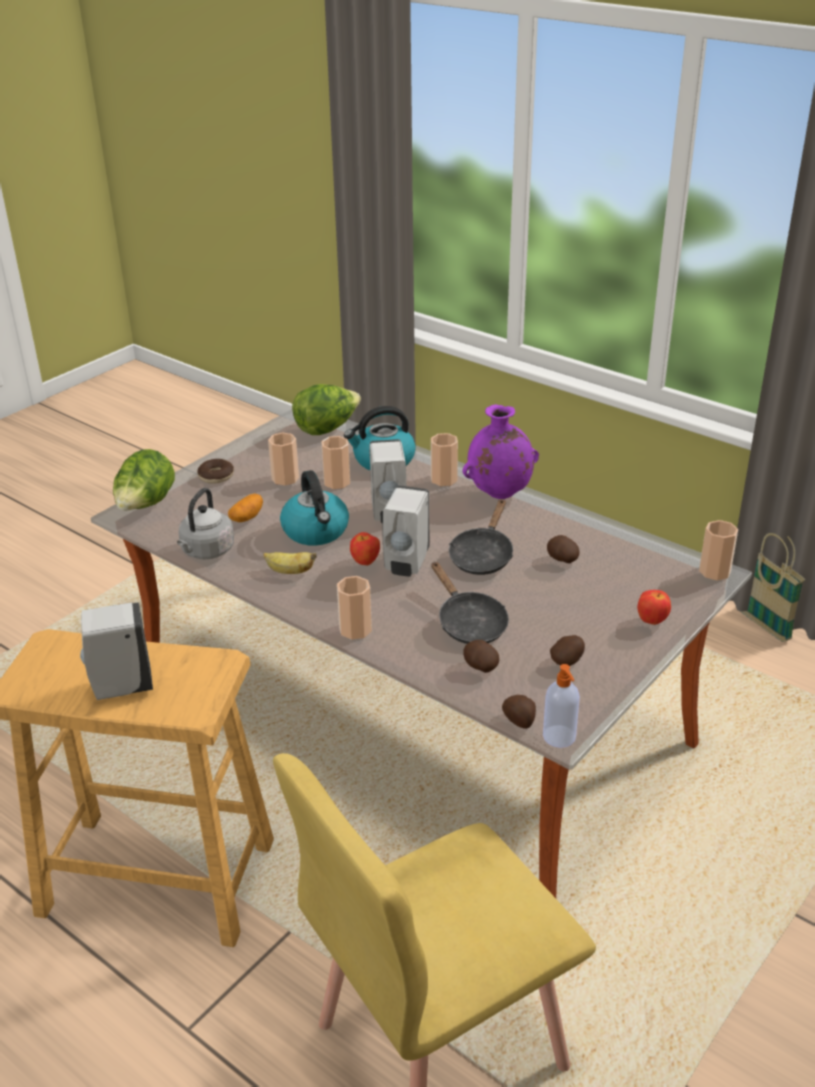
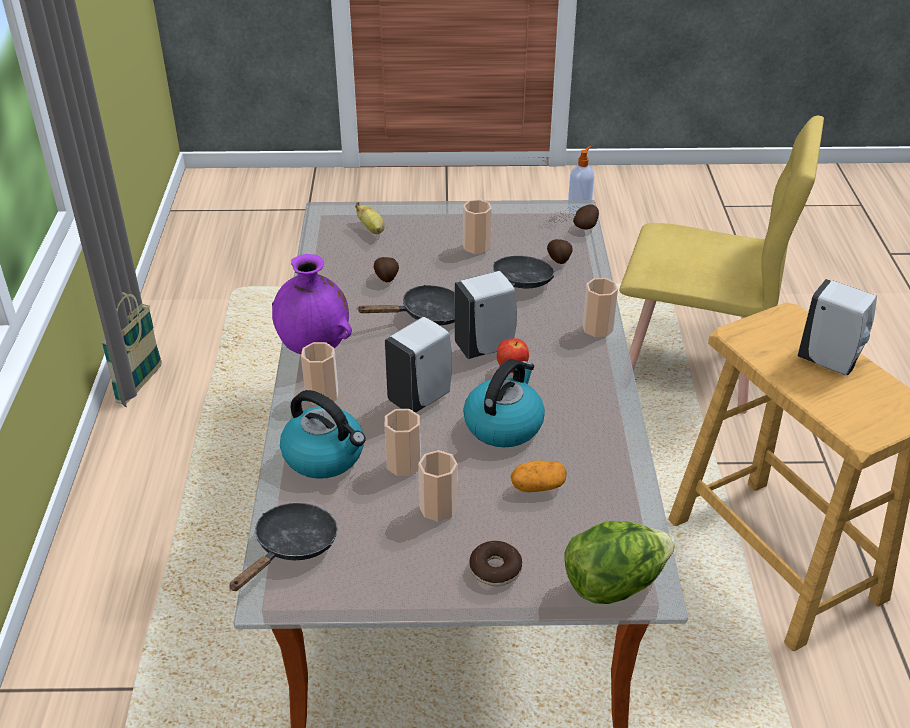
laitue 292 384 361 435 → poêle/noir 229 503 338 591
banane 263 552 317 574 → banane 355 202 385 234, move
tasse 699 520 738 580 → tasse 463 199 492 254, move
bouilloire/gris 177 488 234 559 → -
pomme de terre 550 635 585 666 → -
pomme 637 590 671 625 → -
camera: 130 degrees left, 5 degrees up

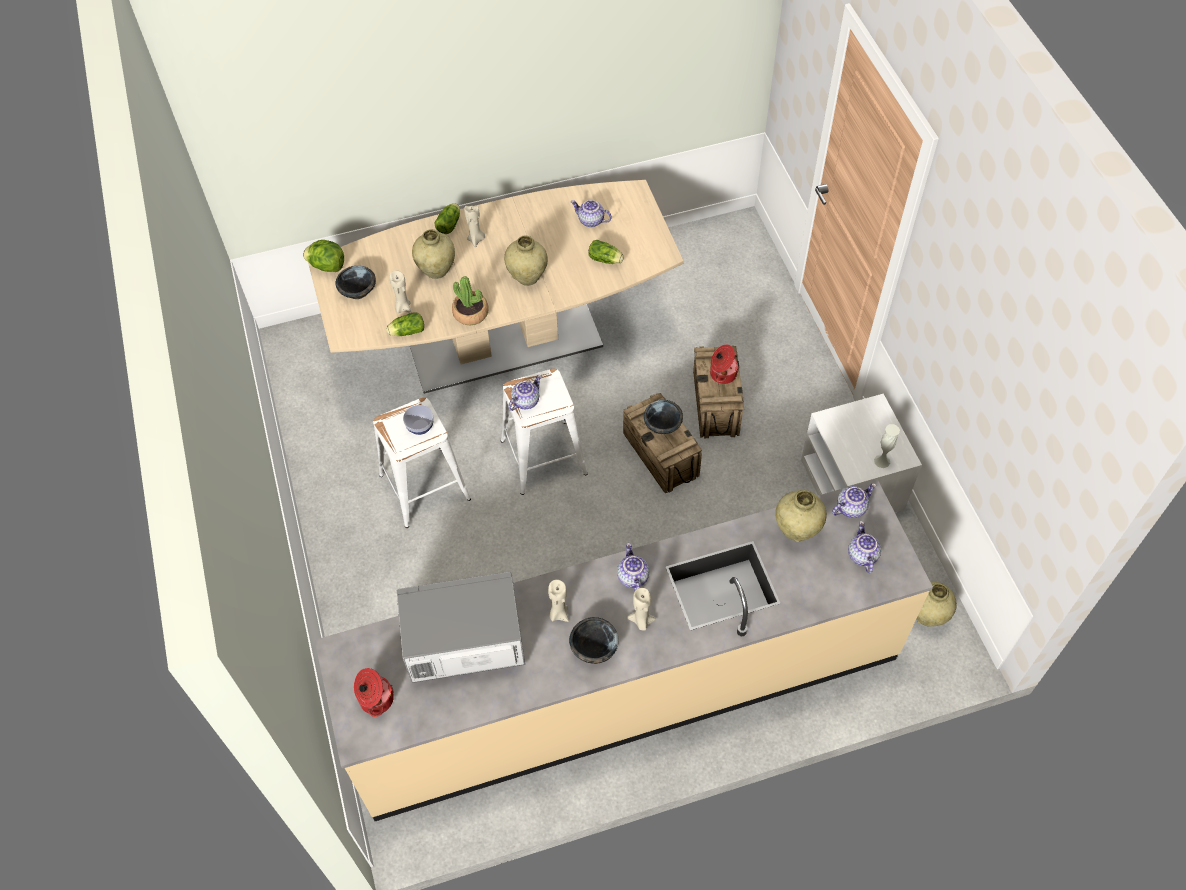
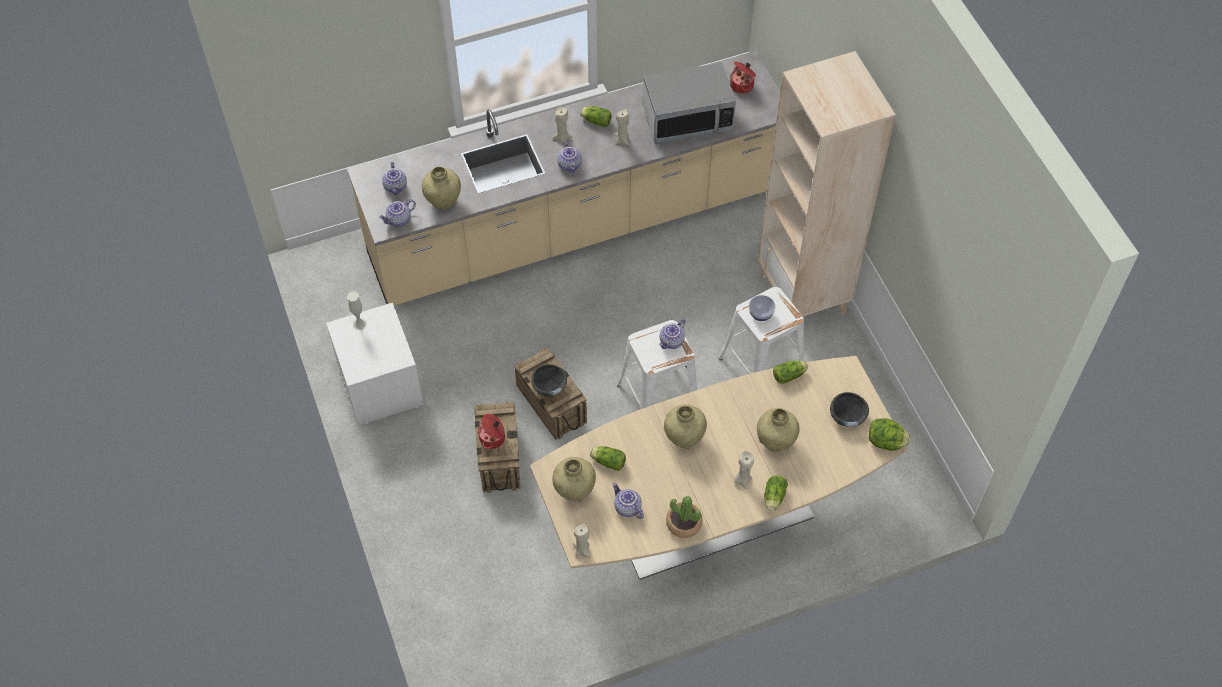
vase/beige 917 581 957 627 → vase/beige 552 457 596 502, move
bougie/beige 390 271 412 313 → bougie/beige 573 524 591 558, move
bol/noir 569 617 619 664 → laitue 580 106 611 127
théière 571 200 612 227 → théière 612 483 644 519, 150 degrees counterclockwise
plante en pot 452 276 489 325 → plante en pot 666 496 703 538, move
- → bibliothèque/beige 758 51 896 316
camera: 175 degrees right, 0 degrees up

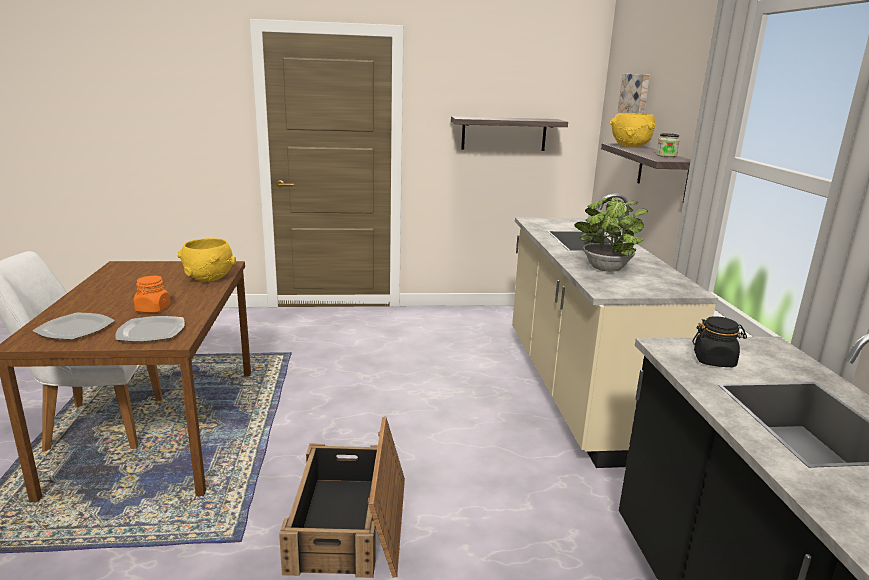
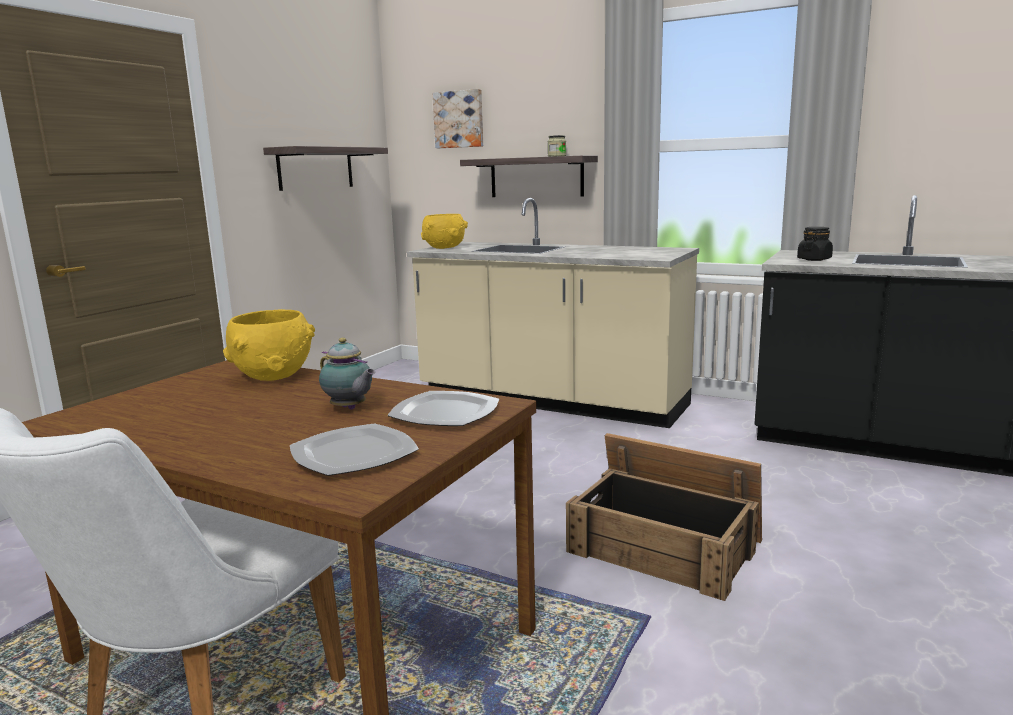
bocal/orange 133 276 171 313 → théière 319 338 375 410
bol/jaune 610 113 655 147 → bol/jaune 421 214 468 249, move
plante en pot 574 197 648 272 → -
camera: 55 degrees left, 5 degrees down

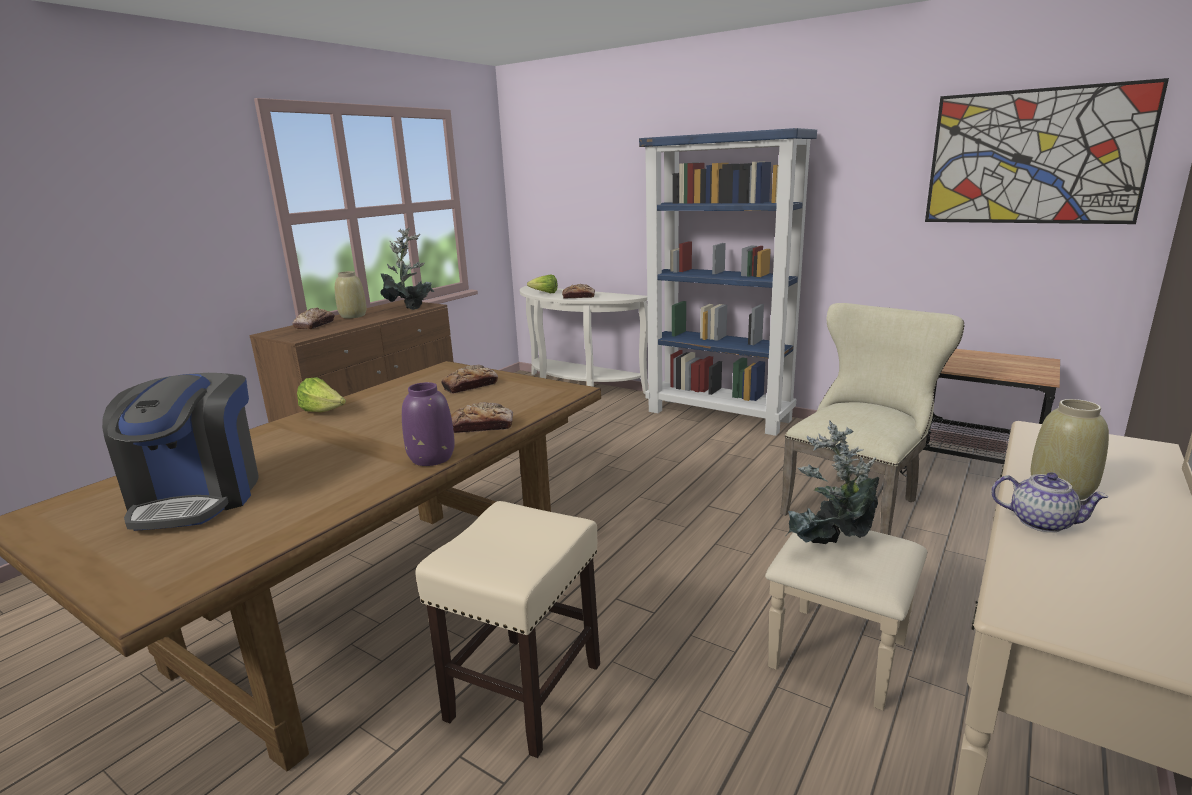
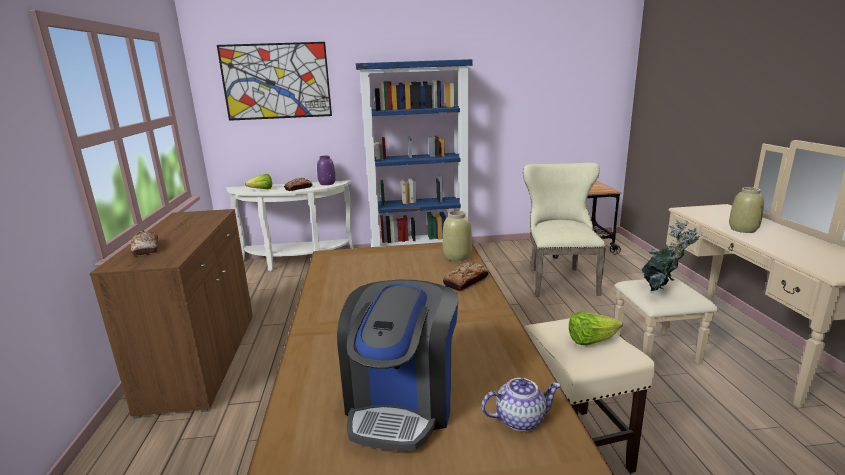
tableau 925 78 1169 224 → tableau 217 42 332 121, move
vase/violet 402 382 455 466 → vase/violet 317 156 336 185, move
machine à café 102 373 259 531 → machine à café 337 280 459 451, 60 degrees clockwise
vase/beige 335 271 367 319 → vase/beige 442 211 472 261, move
théière 991 472 1108 533 → théière 482 378 561 431, move
laitue 297 377 346 412 → laitue 569 311 623 346, move
plante en pot 380 227 434 310 → -
pain 441 365 498 394 → -
camera: 40 degrees left, 0 degrees up

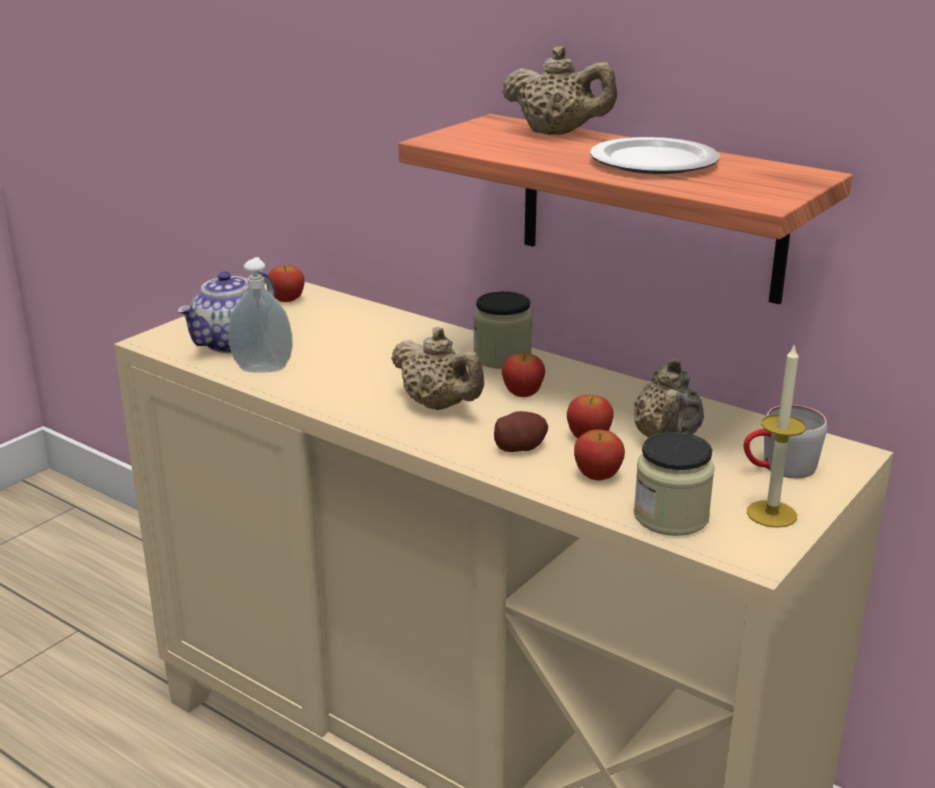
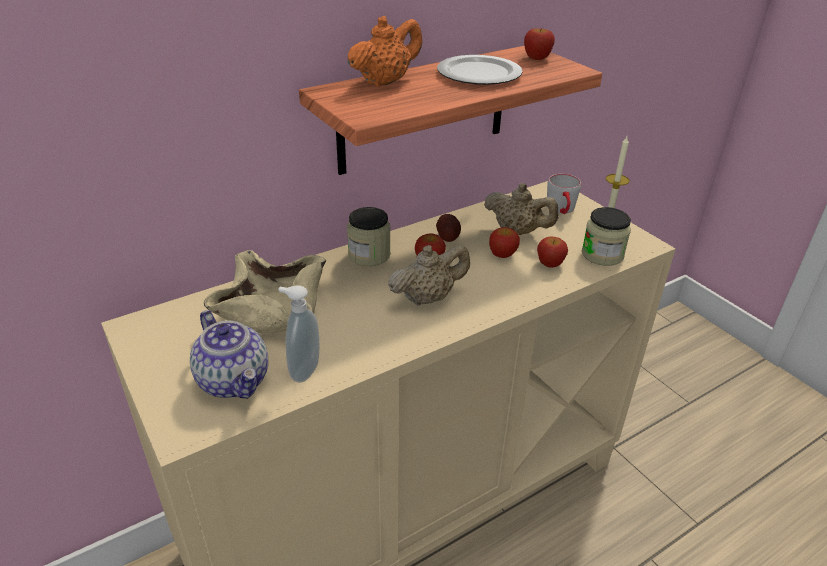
- → bol/beige 204 250 326 333
théière/beige 502 46 617 135 → théière/orange 348 16 422 87
pomme de terre 494 411 548 452 → pomme de terre 436 214 461 242, move
pomme 268 265 305 302 → pomme 524 28 555 60, move
camera: 70 degrees left, 10 degrees up

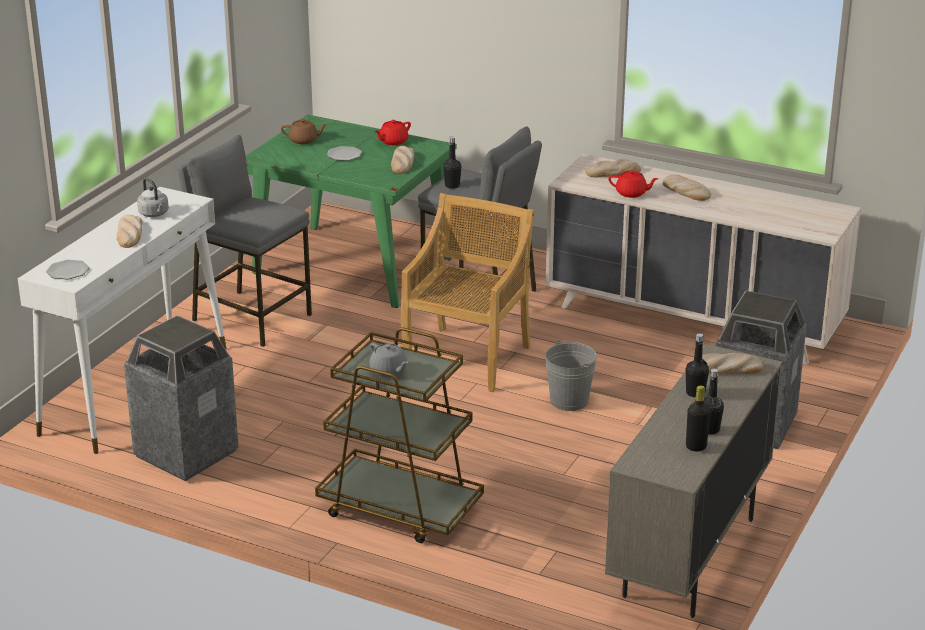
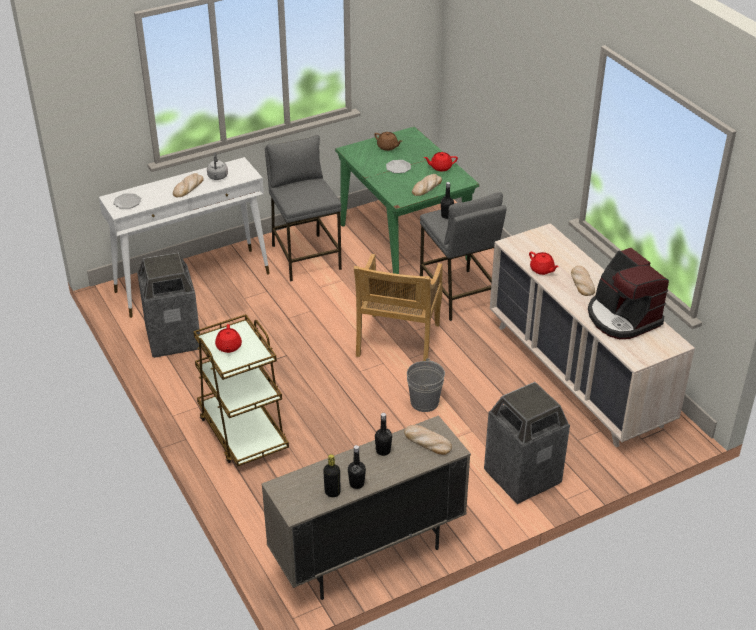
théière/gris 369 343 409 377 → théière/rouge 215 324 242 353
chaise/beige 401 193 535 392 → chaise/beige 354 254 443 361, 135 degrees clockwise
- → machine à café 588 248 669 339
pain 585 159 641 178 → -
camera: 35 degrees right, 10 degrees up

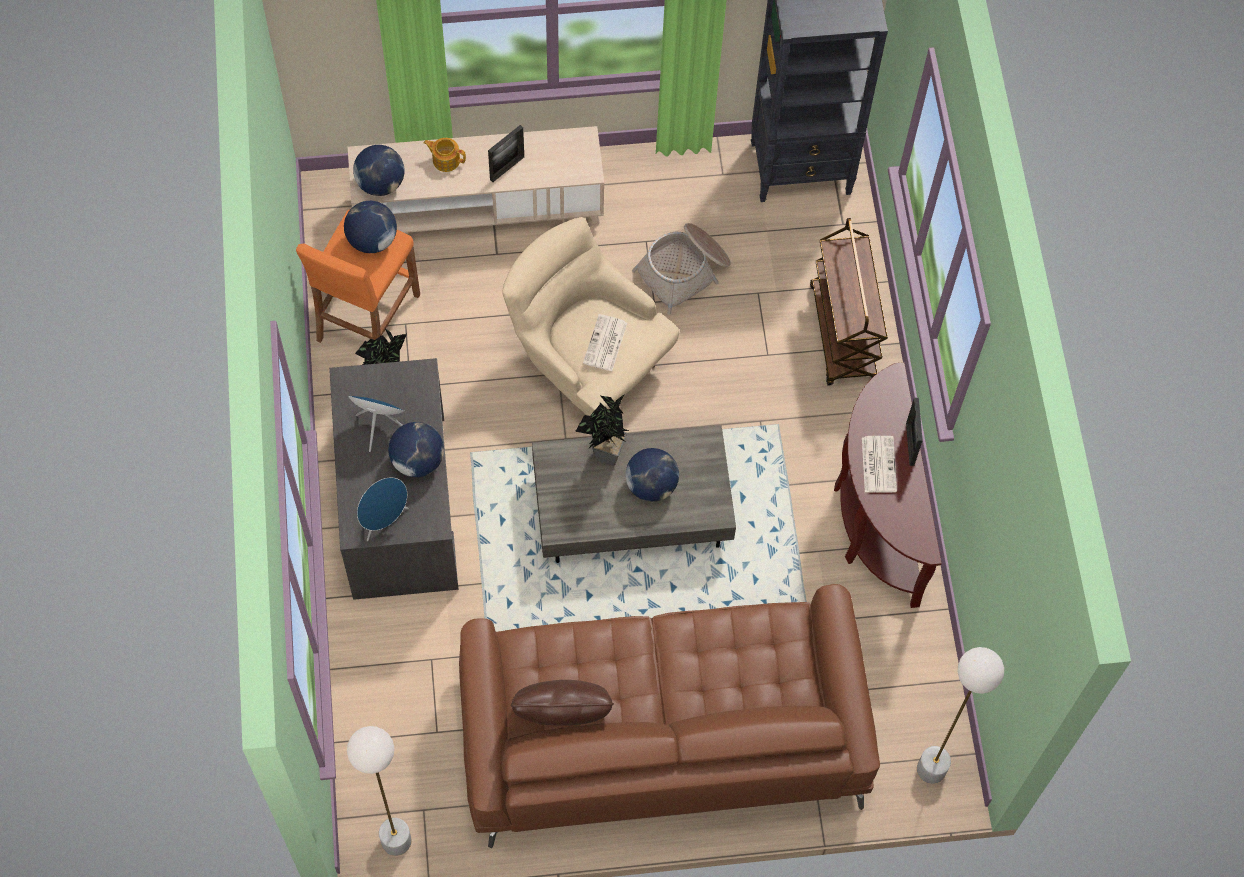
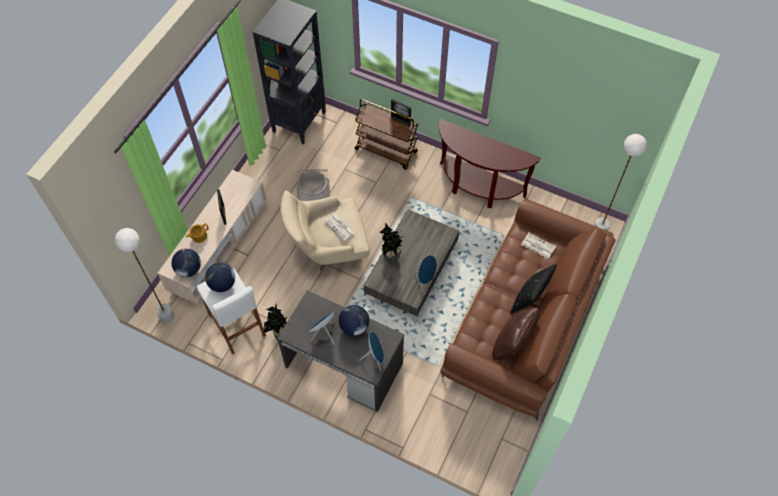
lampadaire/blanc 347 726 412 856 → lampadaire/blanc 115 228 175 324, move
tabouret/orange 296 210 420 343 → tabouret/blanc 197 268 266 355
cadre photo 906 398 923 466 → cadre photo 391 99 411 127, move
- → enceinte/bleu 413 255 437 292
- → coussin/noir 510 264 557 314
journal 862 436 897 492 → journal 521 233 556 259, move
globe 625 448 679 502 → -
camera: 55 degrees left, 5 degrees down

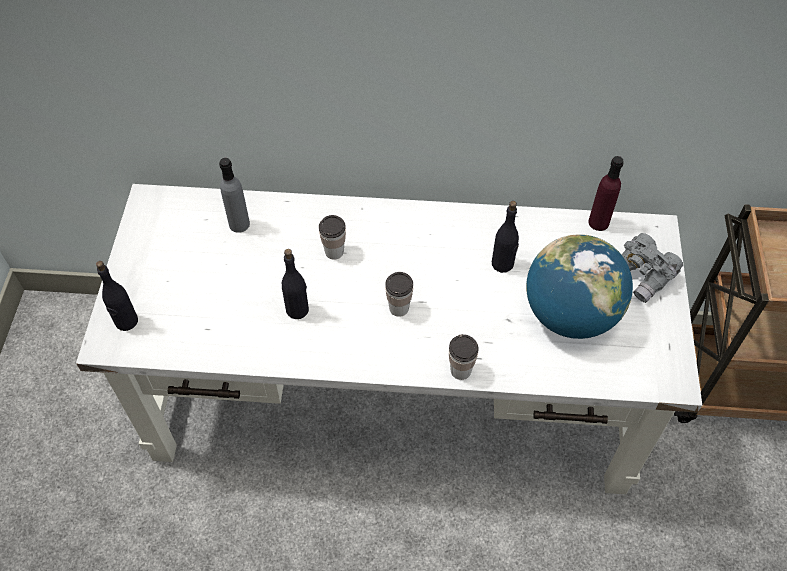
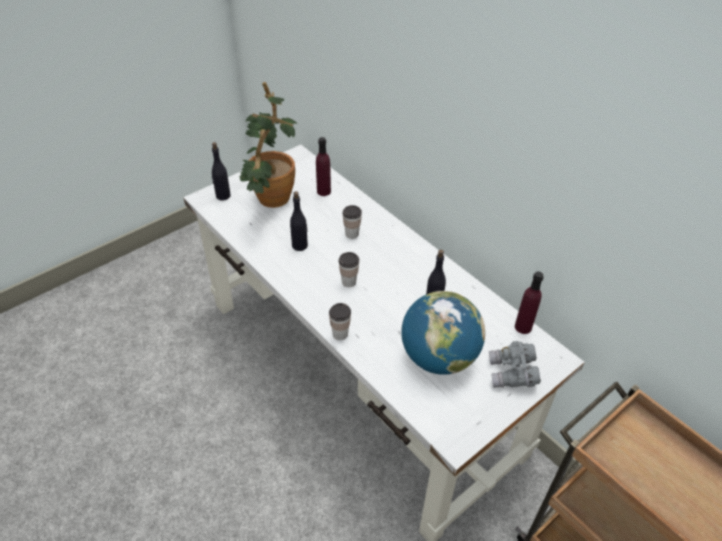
- → plante en pot 239 82 297 208
bouteille/gris 219 158 250 233 → bouteille/violet 316 137 331 196
camera: 45 degrees right, 10 degrees down

